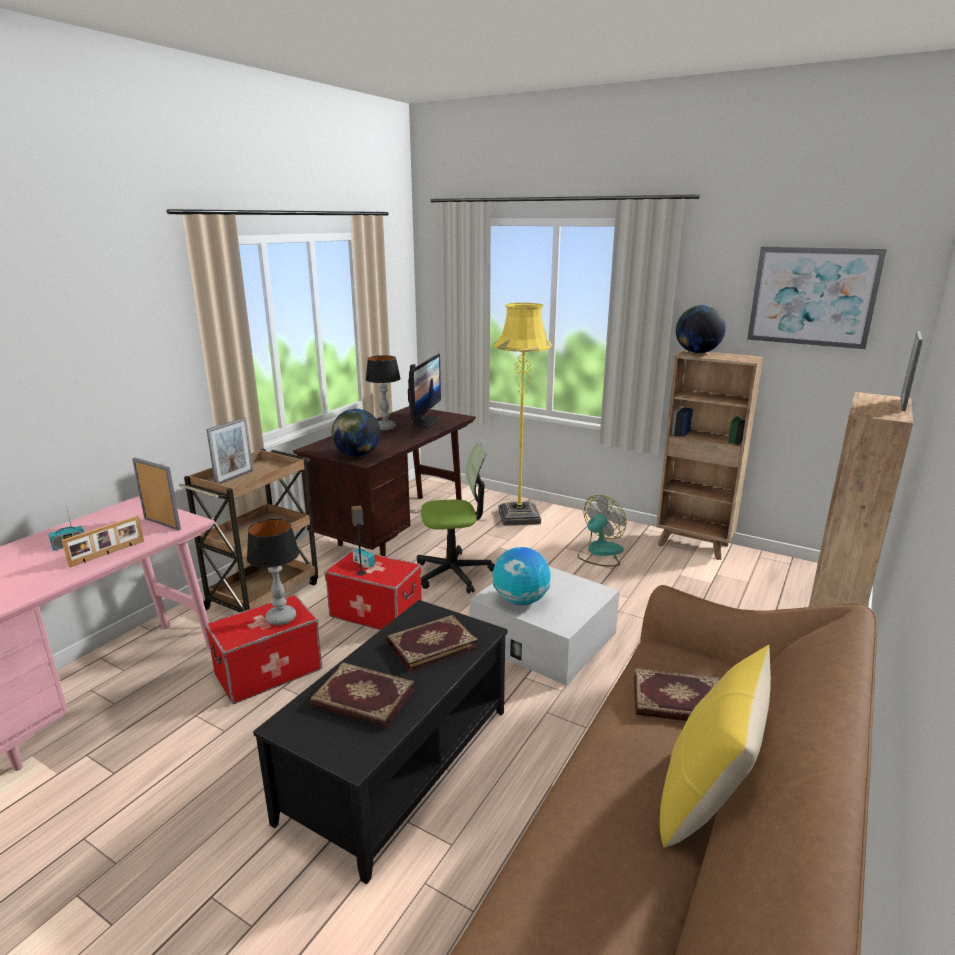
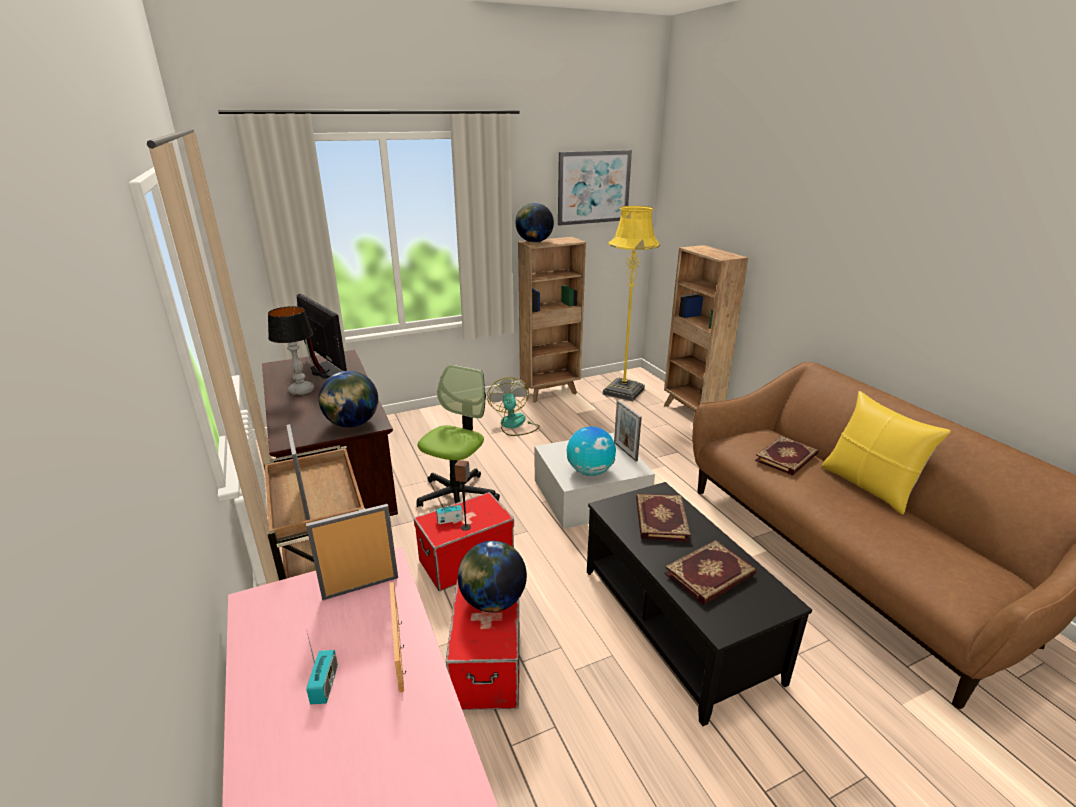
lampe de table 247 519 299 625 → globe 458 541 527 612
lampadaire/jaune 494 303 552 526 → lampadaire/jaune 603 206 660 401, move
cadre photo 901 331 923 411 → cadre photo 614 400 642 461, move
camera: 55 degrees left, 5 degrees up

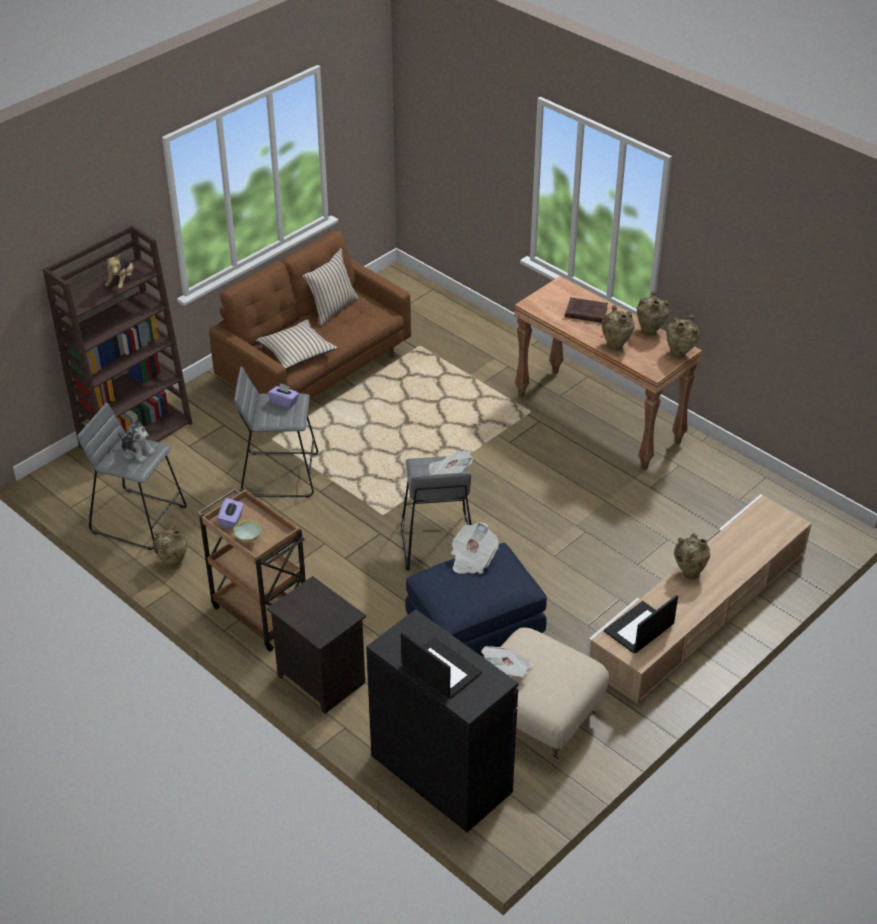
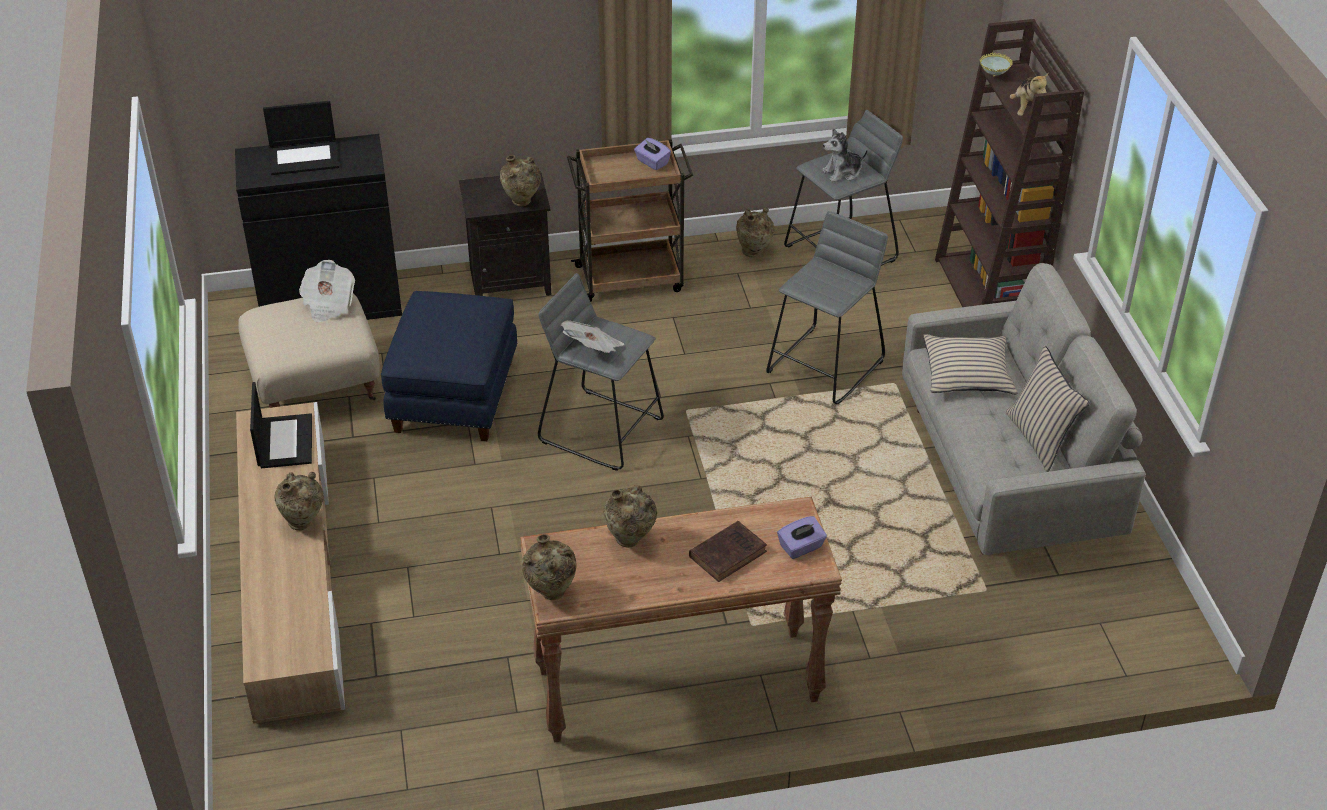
vase/beige 637 291 669 336 → vase/beige 500 155 541 207, move
boîte à mouchoirs/violet 268 383 299 409 → boîte à mouchoirs/violet 777 516 827 559, move
canapé/marron 209 230 411 399 → canapé/gris 902 263 1146 555
bol 233 519 262 542 → bol 980 53 1013 77, move
peluche 105 256 134 289 → peluche 1010 72 1049 116, 135 degrees counterclockwise
journal 451 522 499 574 → -
camera: 125 degrees right, 0 degrees up

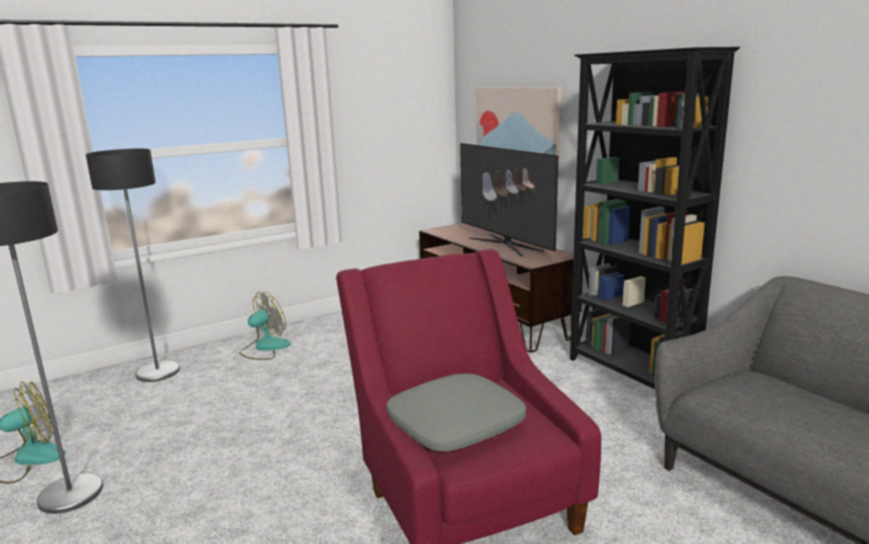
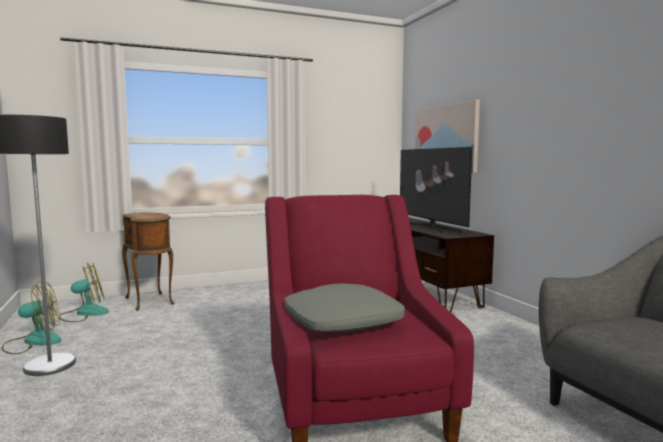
ventilateur 239 292 291 360 → ventilateur 60 262 109 322, move
lampadaire 86 149 180 382 → table d'appoint/marron 122 212 174 311
bibliothèque/noir 570 47 740 389 → -
camera: 10 degrees right, 10 degrees down

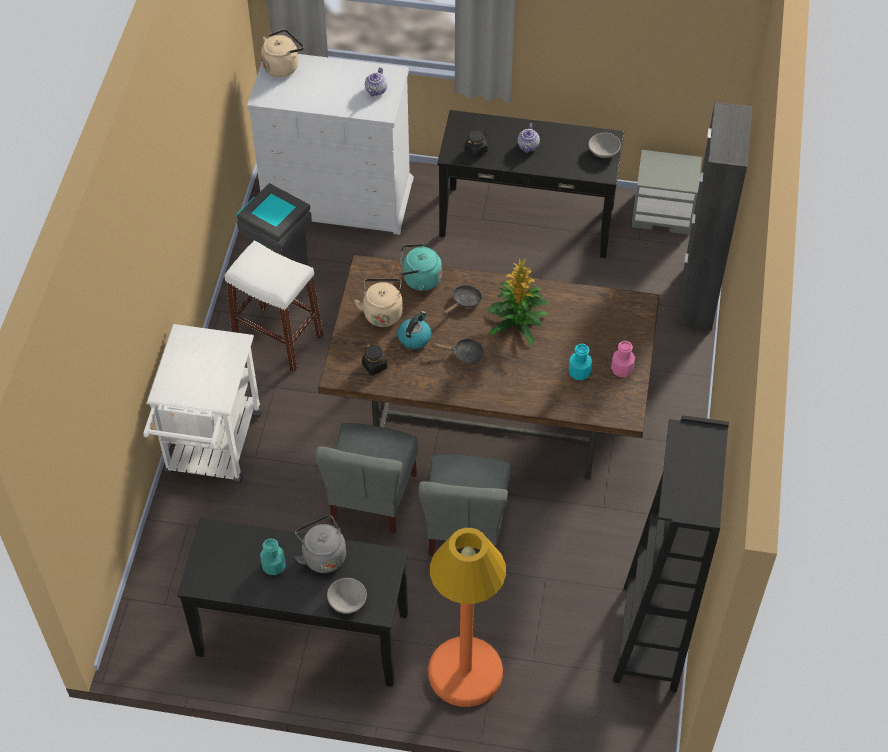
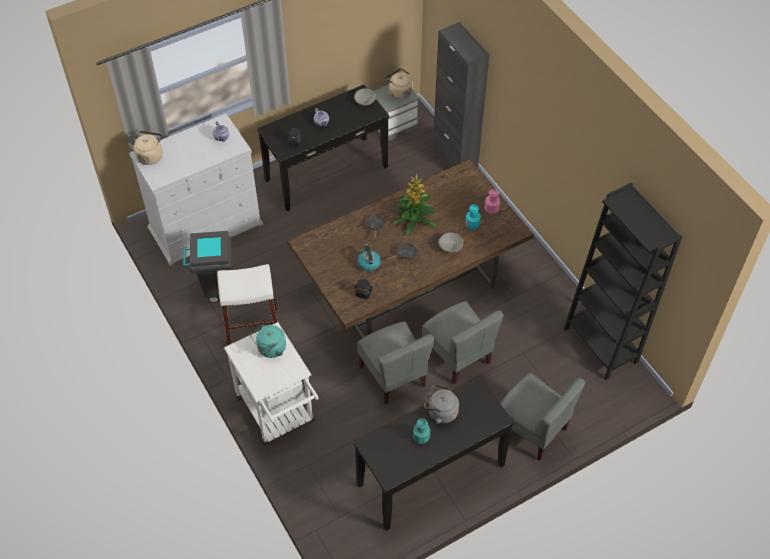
bouilloire/turquoise 399 244 442 291 → bouilloire/turquoise 250 325 286 358, move
bouilloire/beige 354 278 403 327 → bouilloire/beige 385 68 413 99, move
bol/gris 327 578 367 614 → bol/gris 439 233 463 253, move
lampadaire/orange 428 528 506 707 → chaise/gris 500 373 585 461
camera: 40 degrees left, 0 degrees up

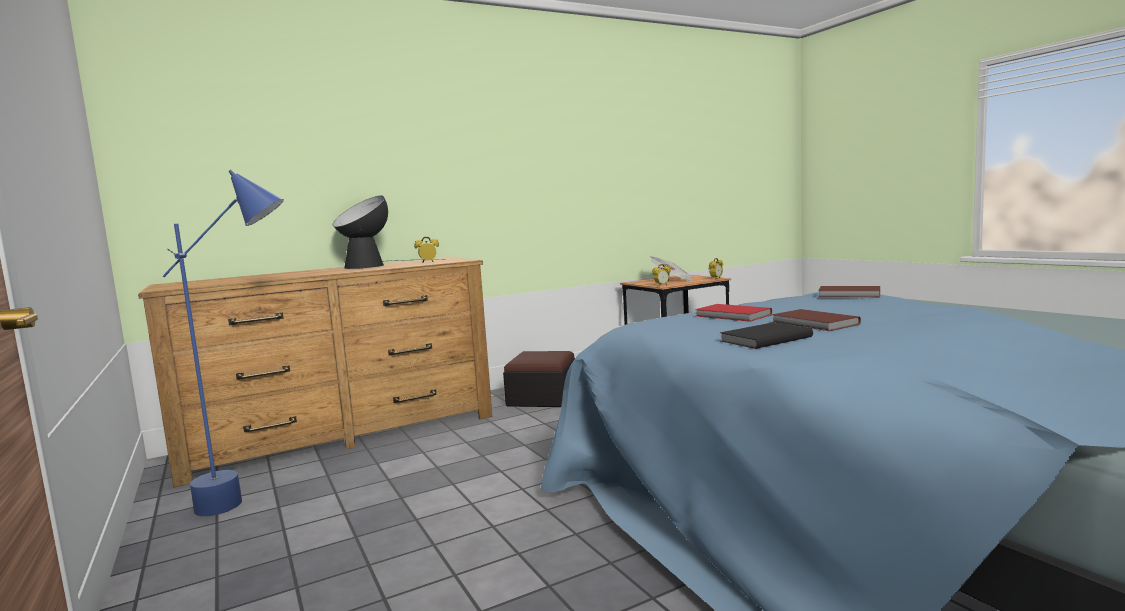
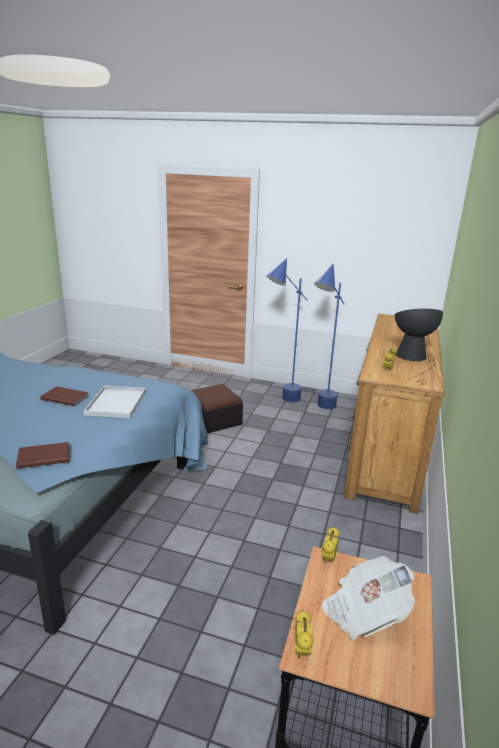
livre/rouge 695 304 772 322 → plateau/blanc 84 385 146 418
pouf 503 351 575 407 → pouf 191 384 243 433, move
- → lampadaire/bleu 266 259 307 402
livre/noir 720 322 813 349 → -
camera: 135 degrees right, 15 degrees up

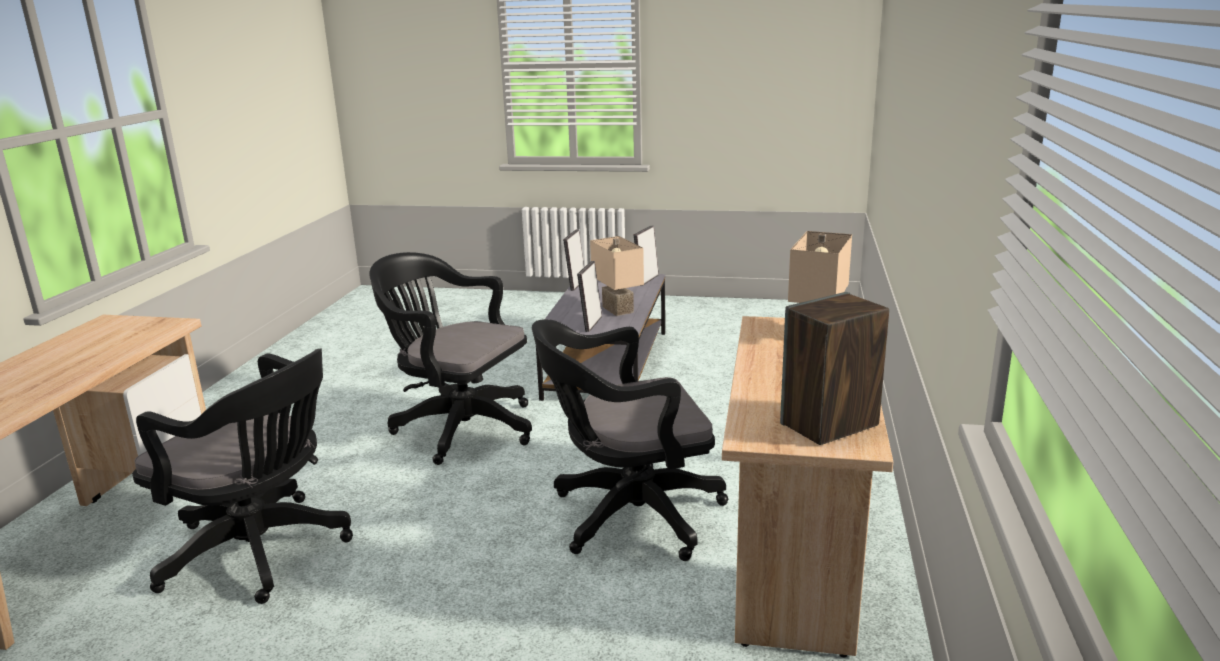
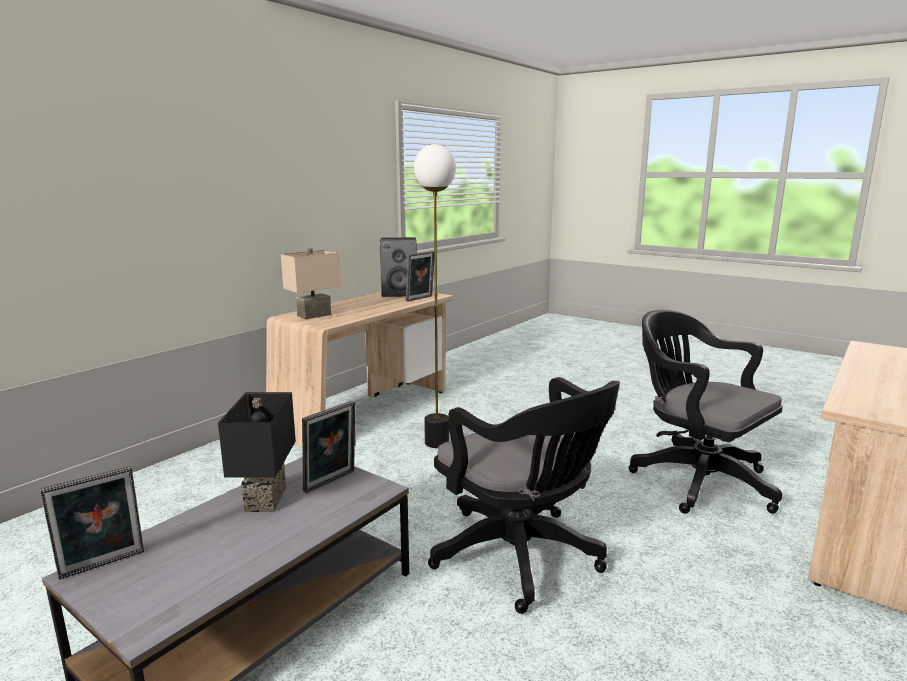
lampe de table/beige 590 236 644 316 → lampe de table/noir 218 392 296 512
cadre photo 563 229 584 291 → cadre photo 406 251 434 302, move
chaise de bureau/noir 532 319 728 561 → lampadaire 414 144 456 448
camera: 155 degrees left, 5 degrees down

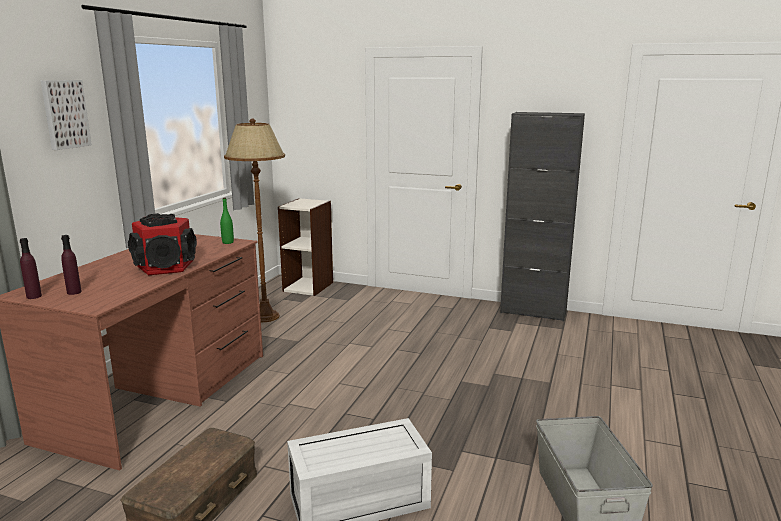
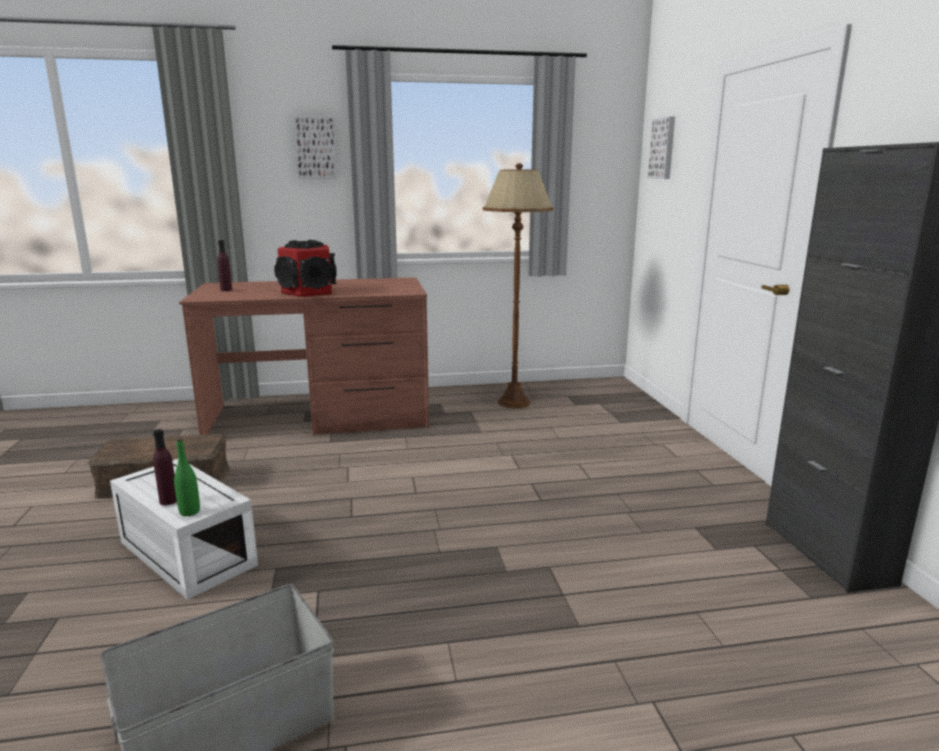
bouteille/violet 20 238 42 299 → bouteille/violet 153 429 177 505, move
bouteille/vert 220 198 234 244 → bouteille/vert 174 438 200 516, move
- → tableau 648 116 675 179
bibliothèque 278 198 333 296 → -
camera: 60 degrees right, 0 degrees up

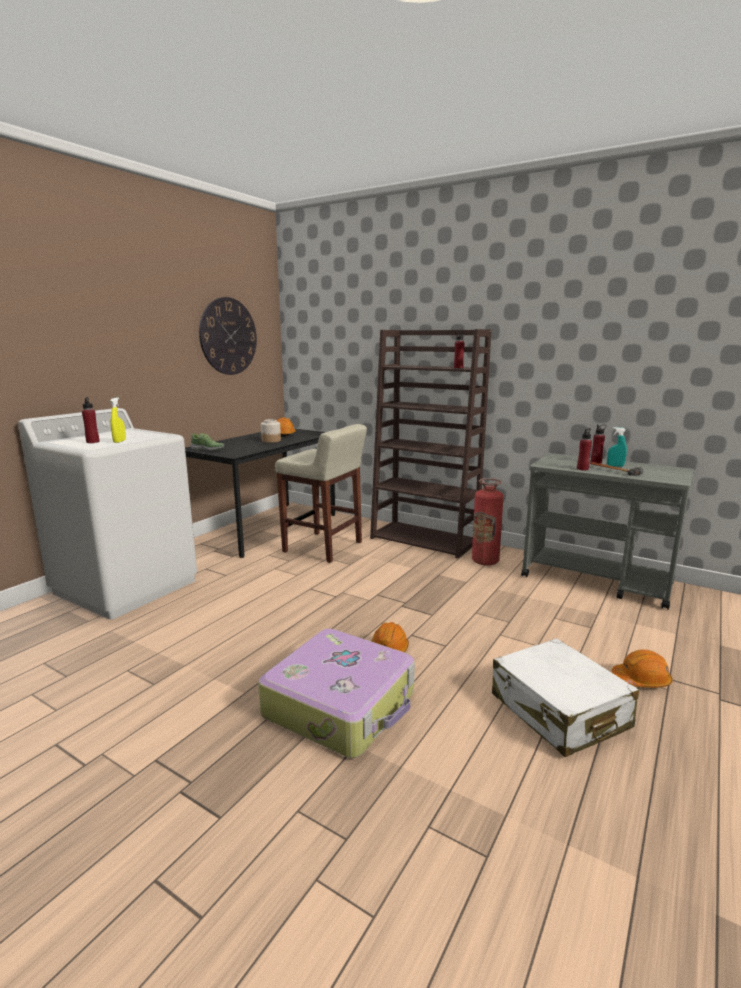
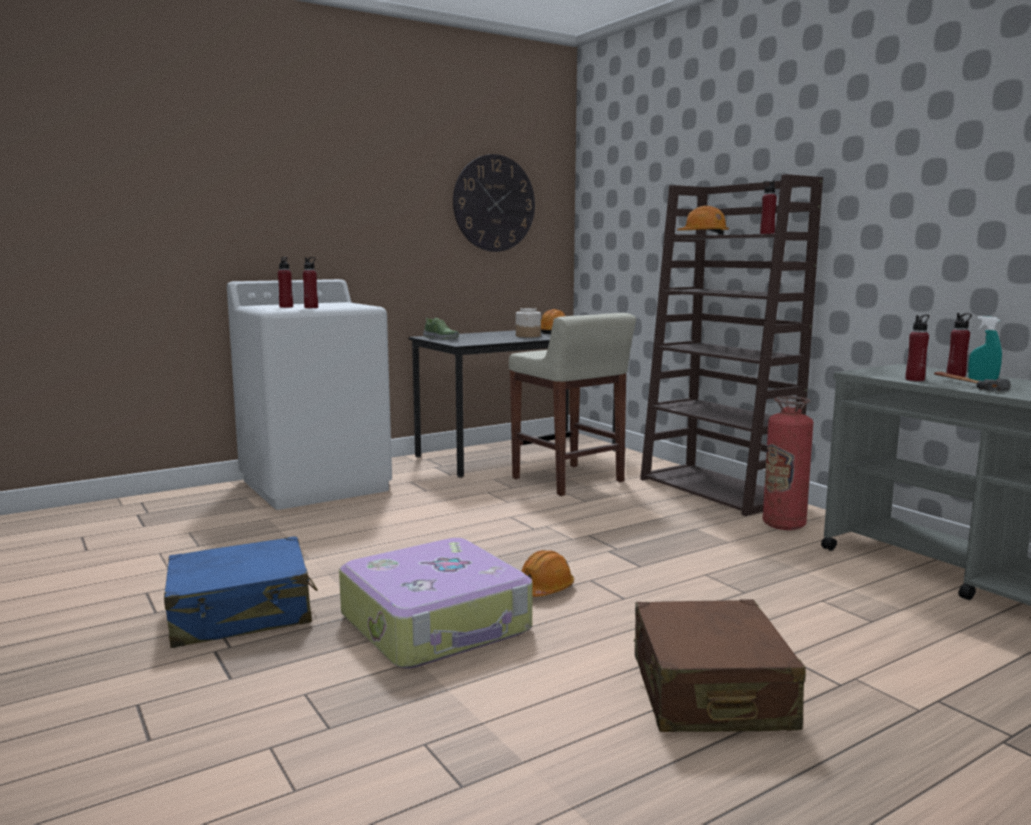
- → valise/bleu 164 536 318 648
vaporisateur/jaune 110 398 126 443 → bouteille/rouge 303 257 318 308
valise/blanc 492 638 639 757 → valise/marron 634 600 806 732
casque de chantier/orange 612 649 673 688 → casque de chantier/orange 677 206 729 235, move
camera: 25 degrees right, 5 degrees down

